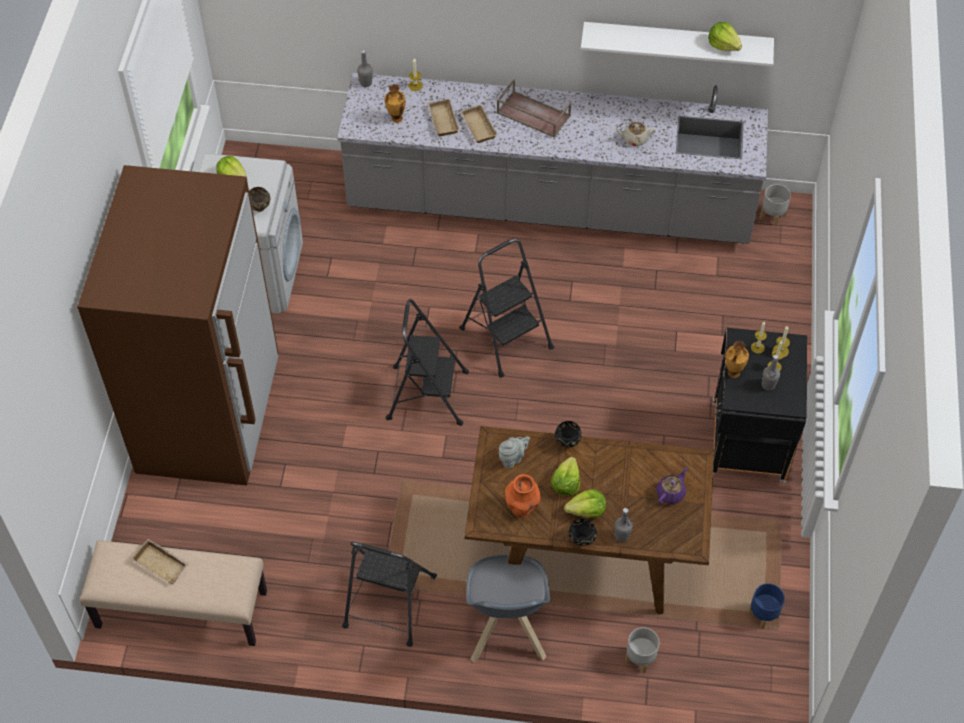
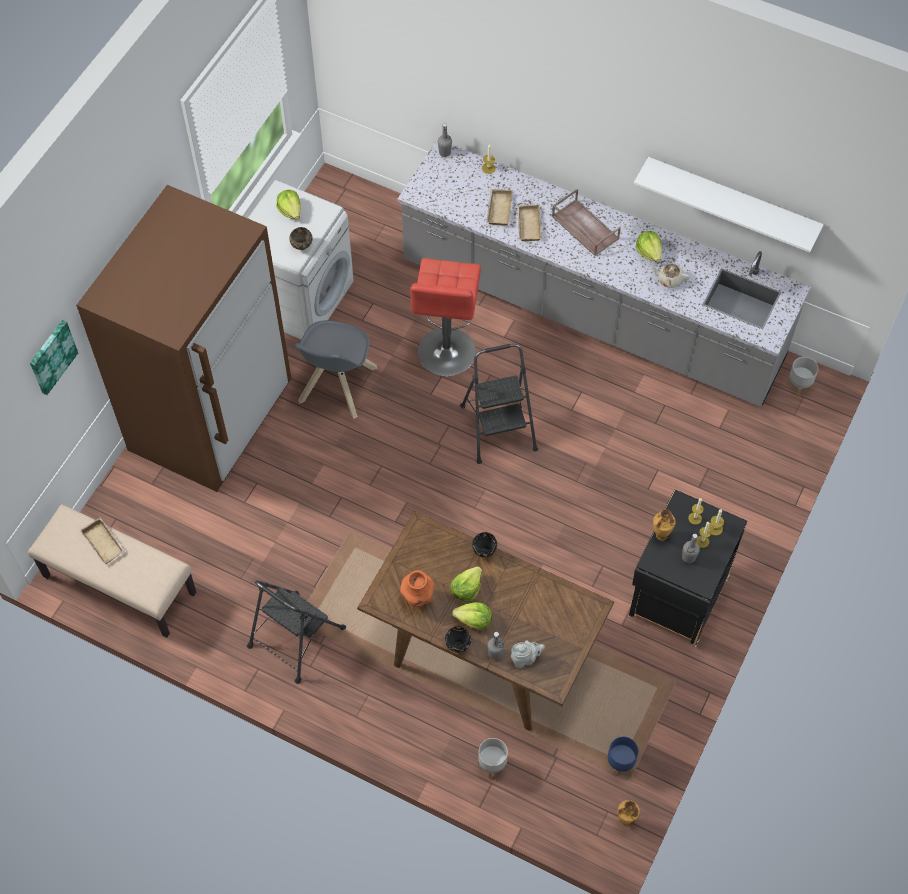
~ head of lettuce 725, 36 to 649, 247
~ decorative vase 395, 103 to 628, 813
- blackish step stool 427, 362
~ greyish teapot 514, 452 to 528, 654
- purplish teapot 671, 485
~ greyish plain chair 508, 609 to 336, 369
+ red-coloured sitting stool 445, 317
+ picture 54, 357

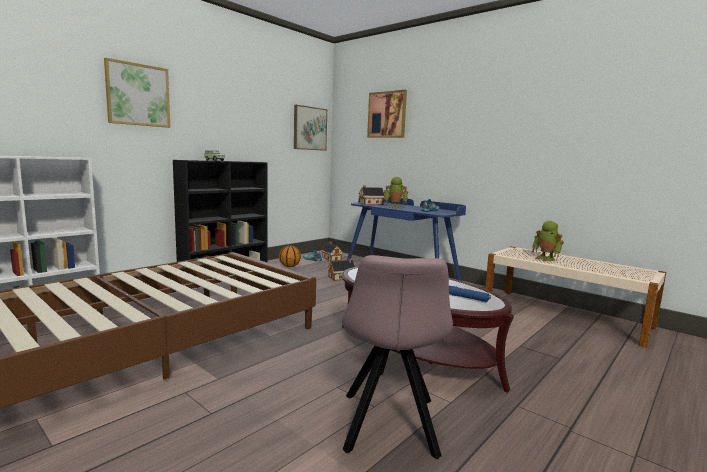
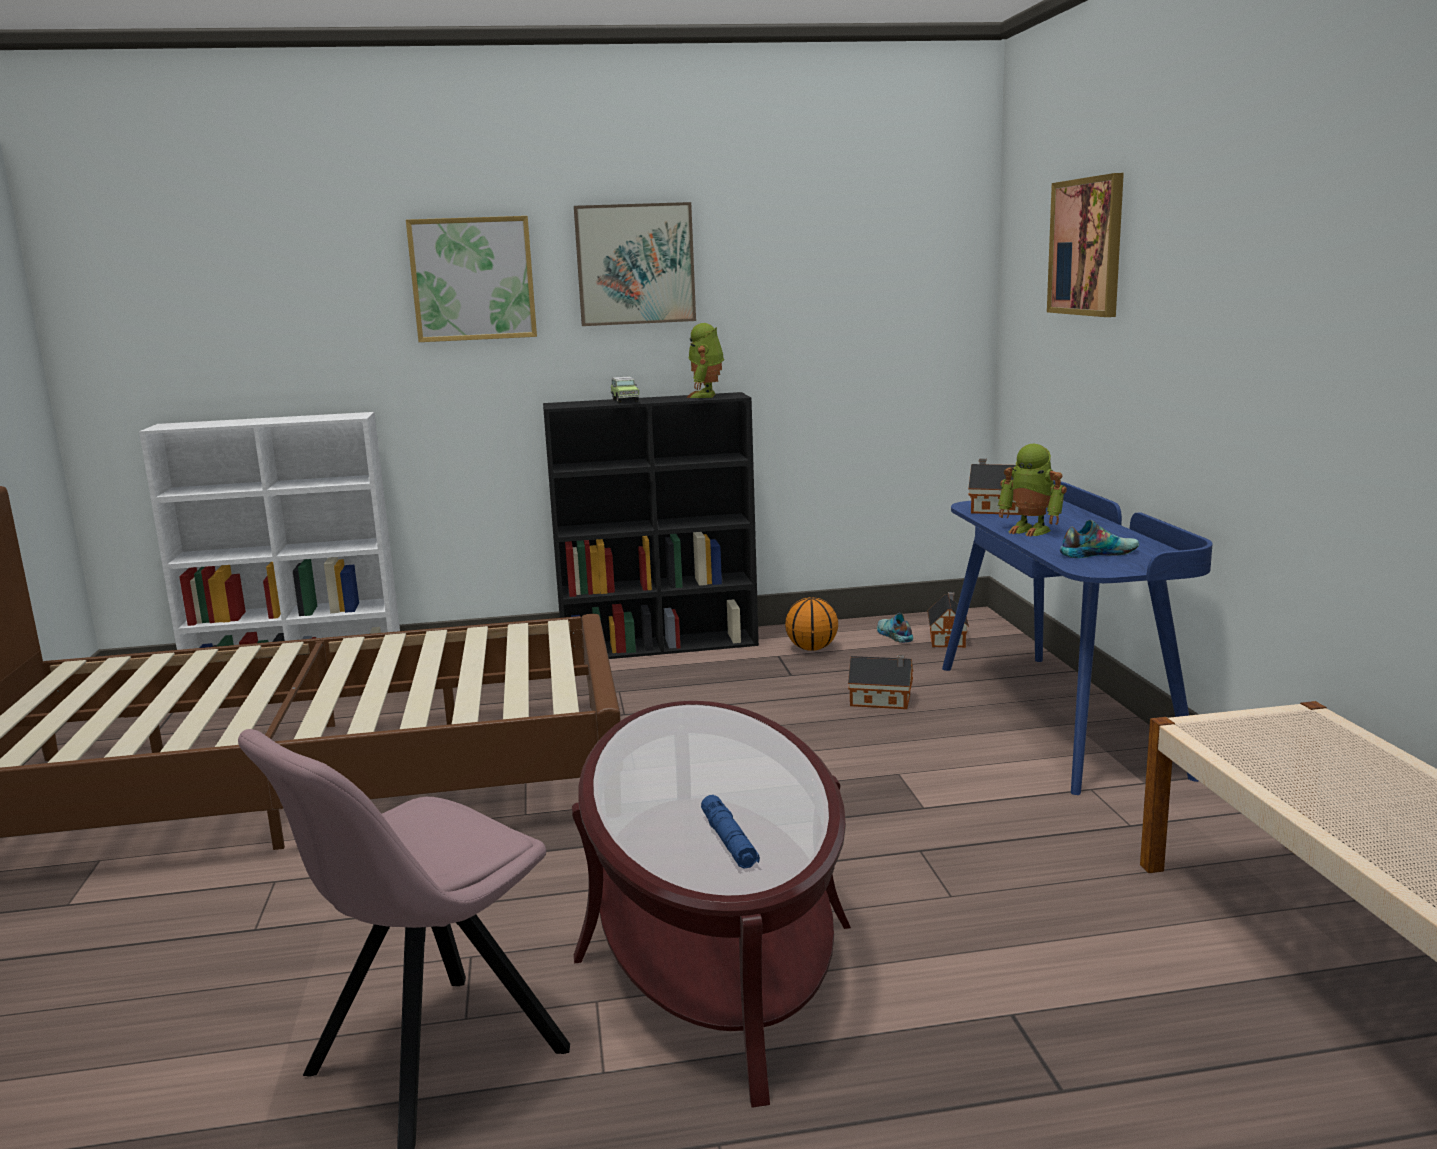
~ picture 310, 128 to 635, 264
~ model robot 548, 241 to 705, 360

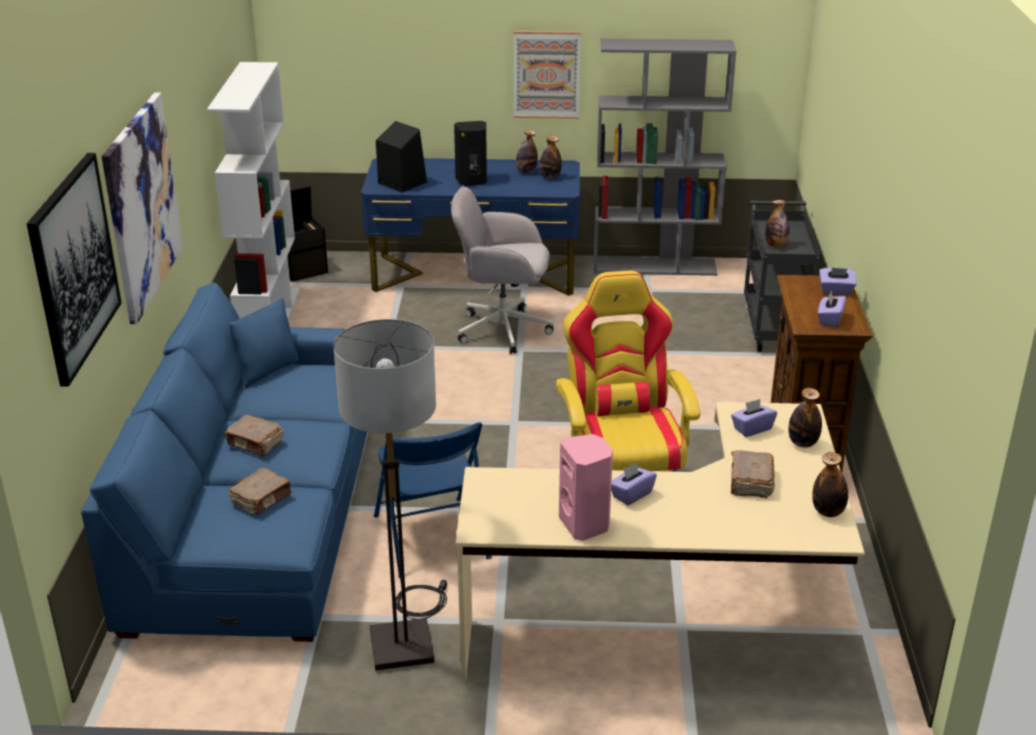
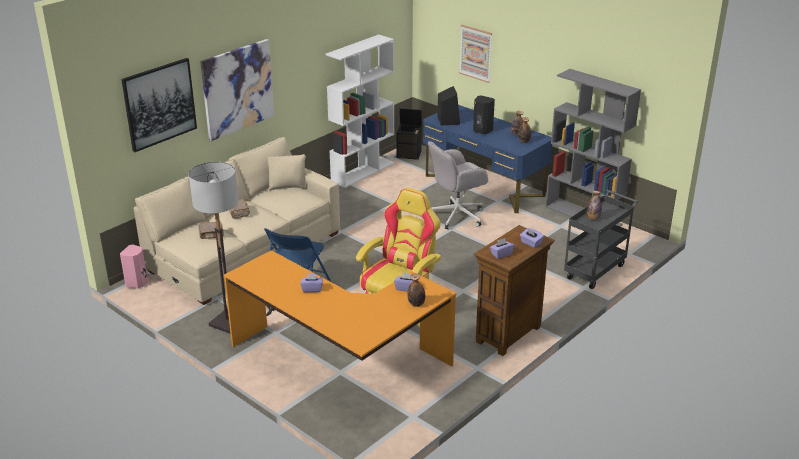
~ picture 547, 75 to 475, 54
~ greyish desk chair 502, 270 = 458, 185 75 degrees counterclockwise
~ blue-coloured sofa 224, 462 to sand-coloured sofa 237, 221
~ sand-coloured desk table 660, 542 to orange desk table 340, 308
~ pink audio speaker 586, 487 to 134, 266
- brownish bound book 753, 474
- drink bottle 830, 484

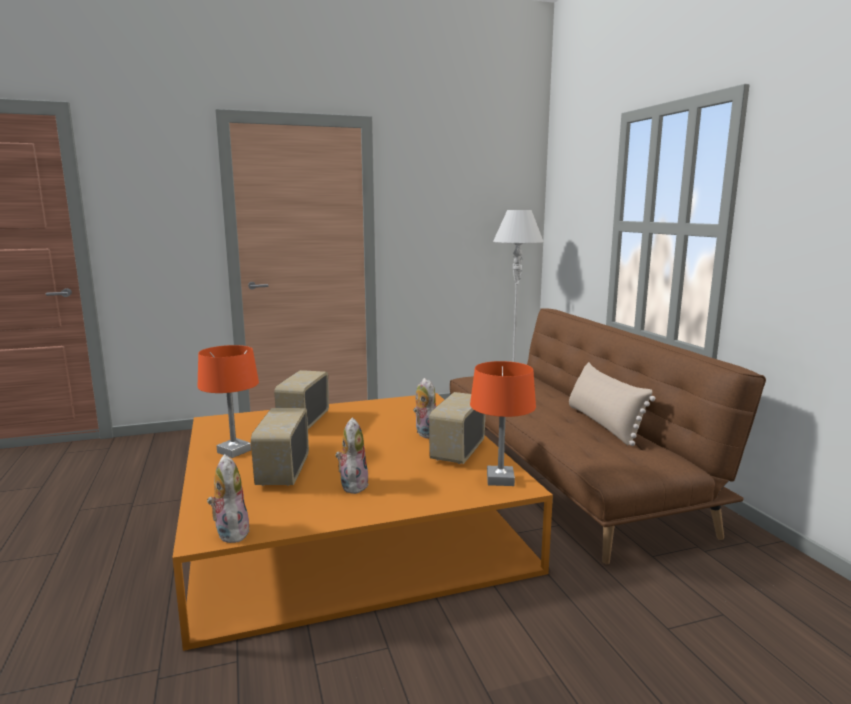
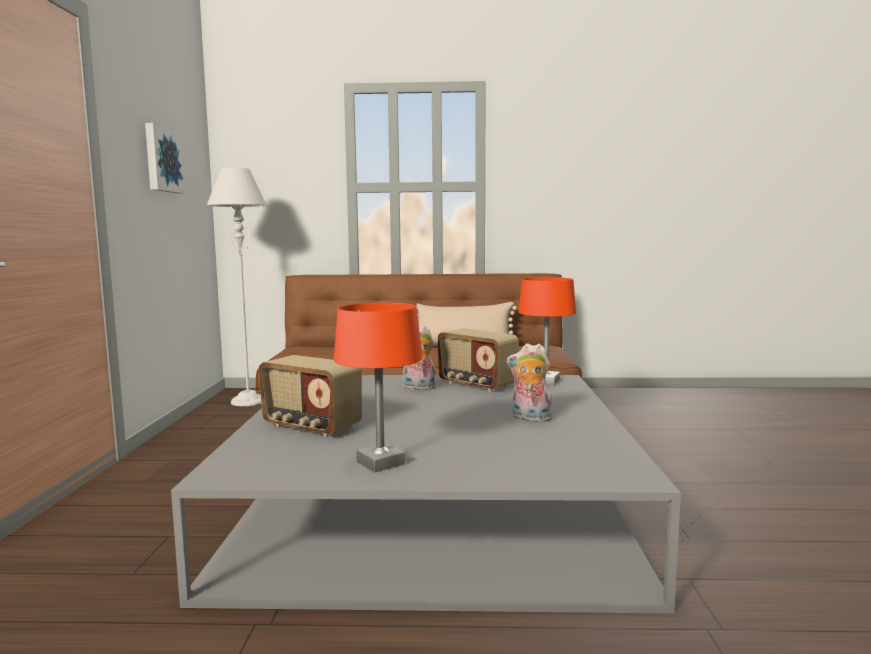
~ orange coffee table 362, 522 to greyish coffee table 426, 494
- radio set 280, 447
- cuddly toy 228, 498
+ picture 165, 158

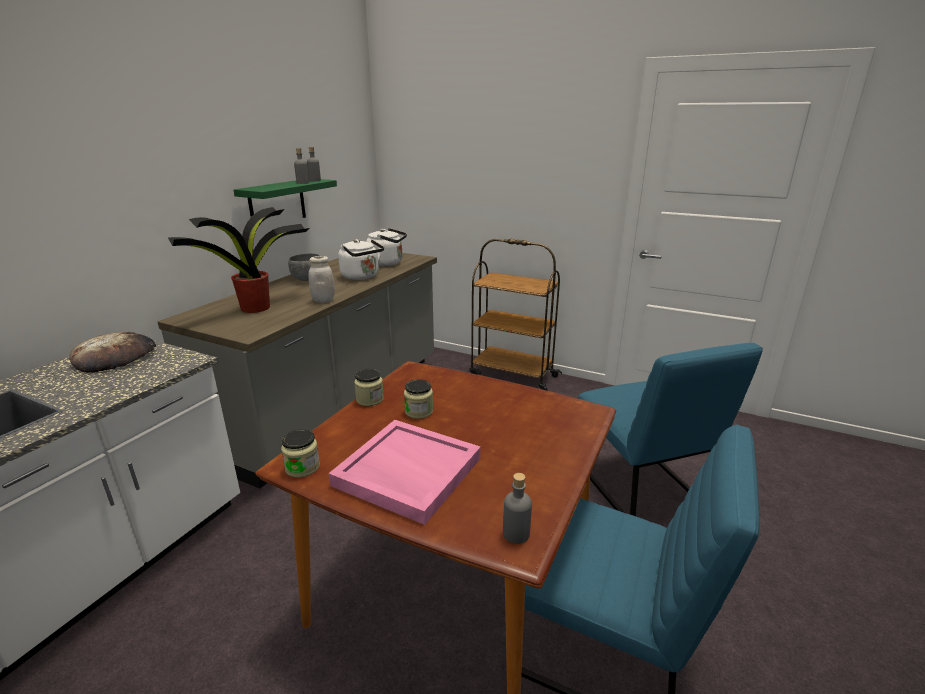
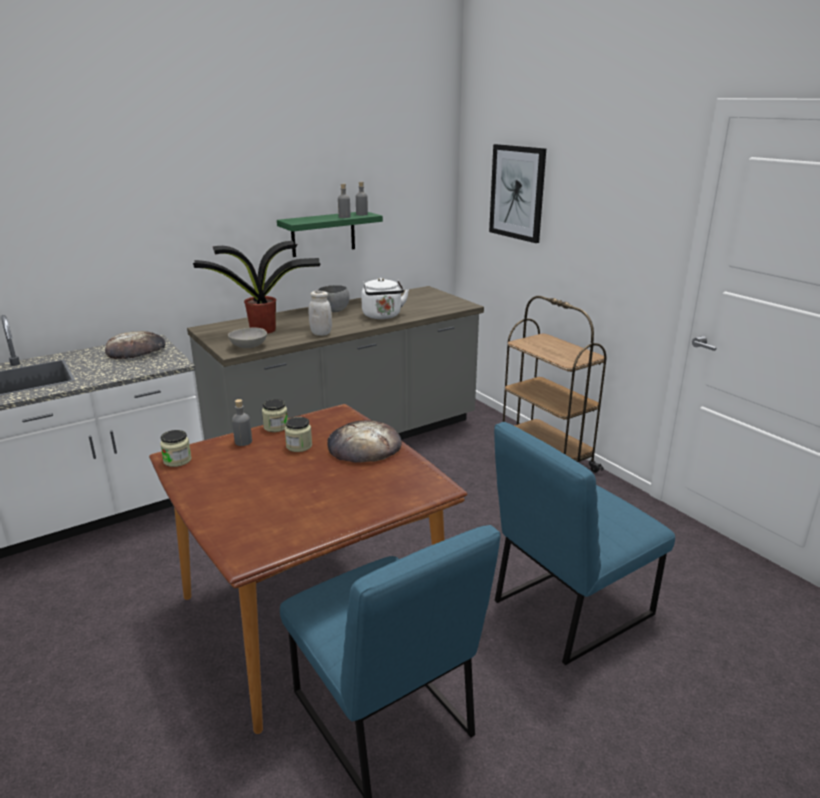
- white-coloured water kettle 386, 247
~ blue-coloured plain chair 670, 429 = 584, 543 45 degrees clockwise
- pink serving tray 405, 472
~ greyish drink bottle 517, 508 to 242, 422
+ picture 517, 193
+ greyish deep dish 247, 338
+ bread 364, 441

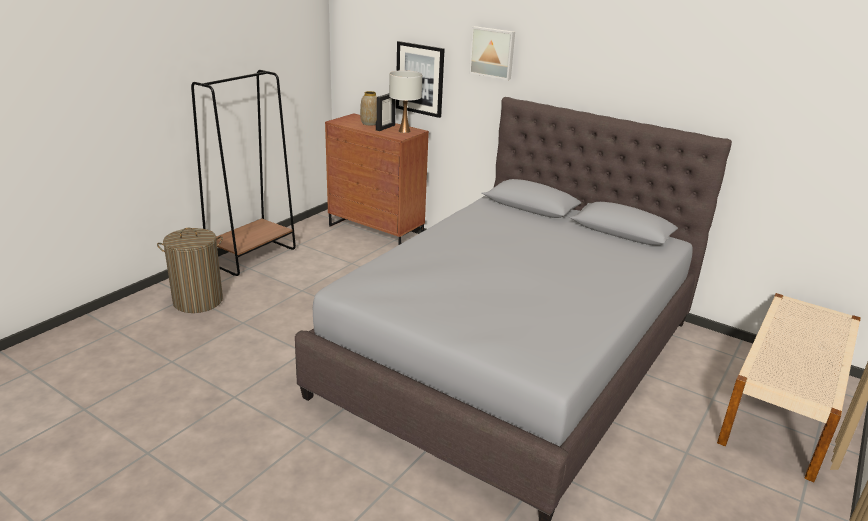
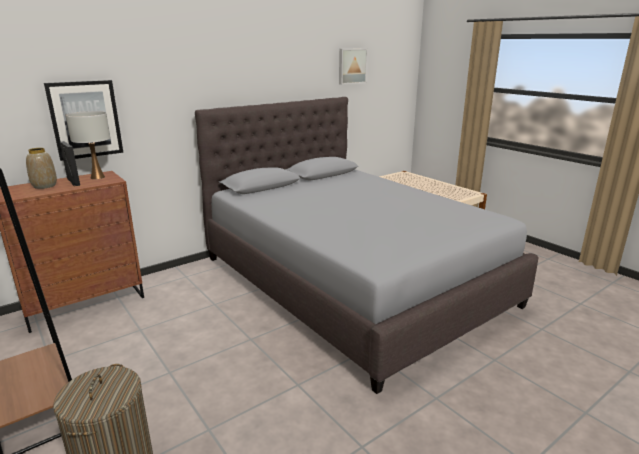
~ picture 492, 53 to 353, 66

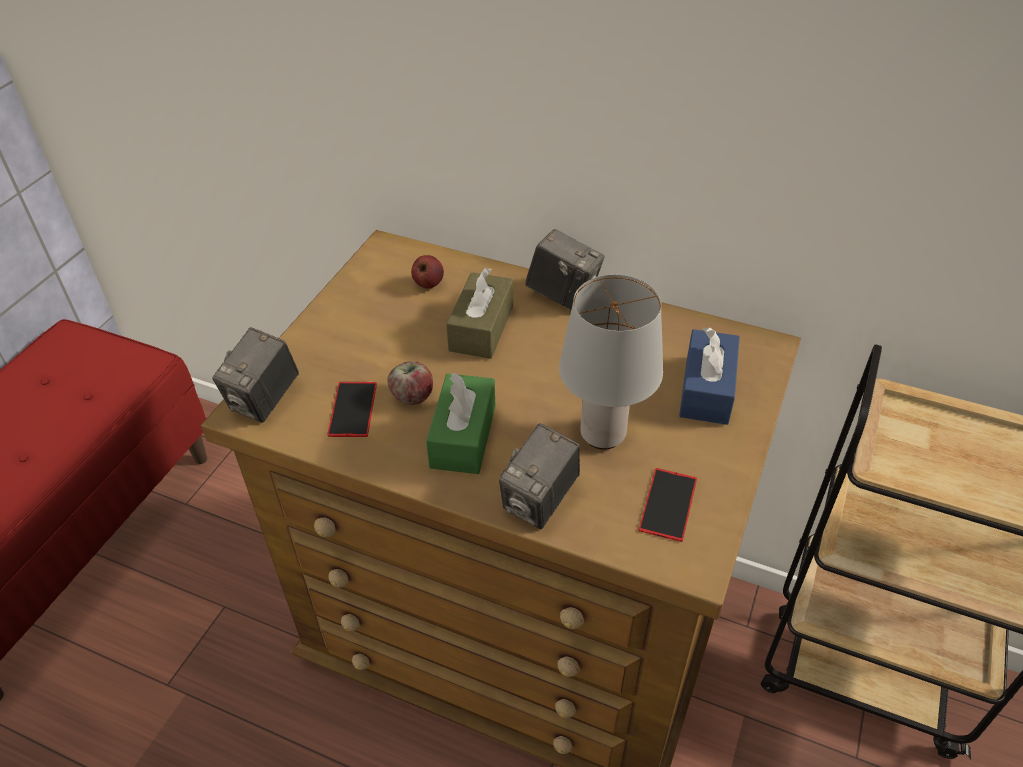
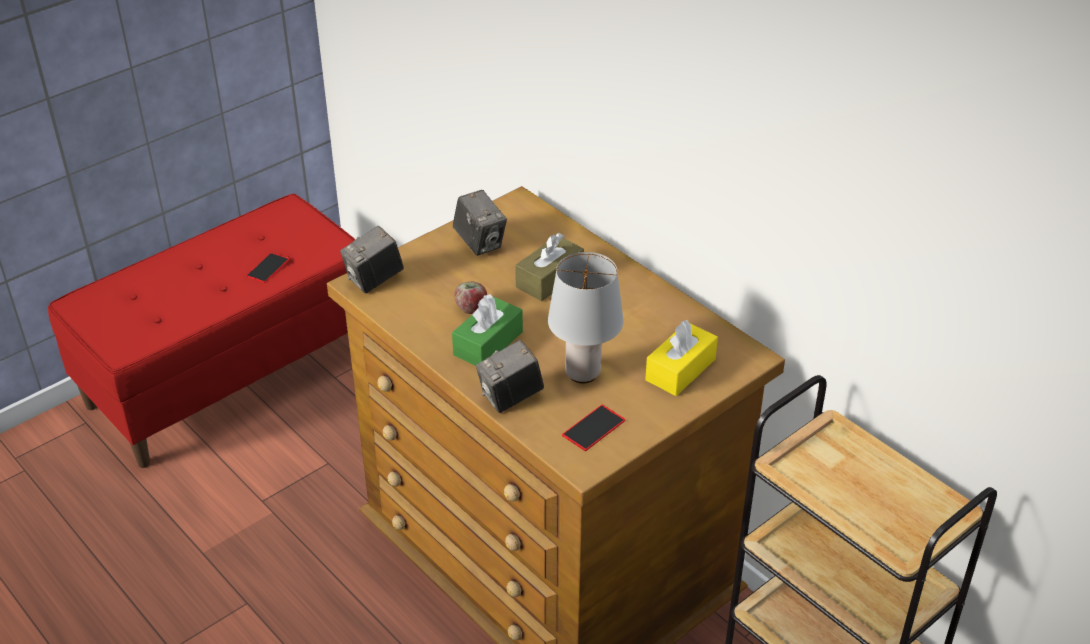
~ photo camera 565, 269 to 480, 223
- whole apple 427, 272
~ blue-coloured box of tissues 709, 376 to yellow box of tissues 681, 358
~ handset 352, 409 to 268, 267

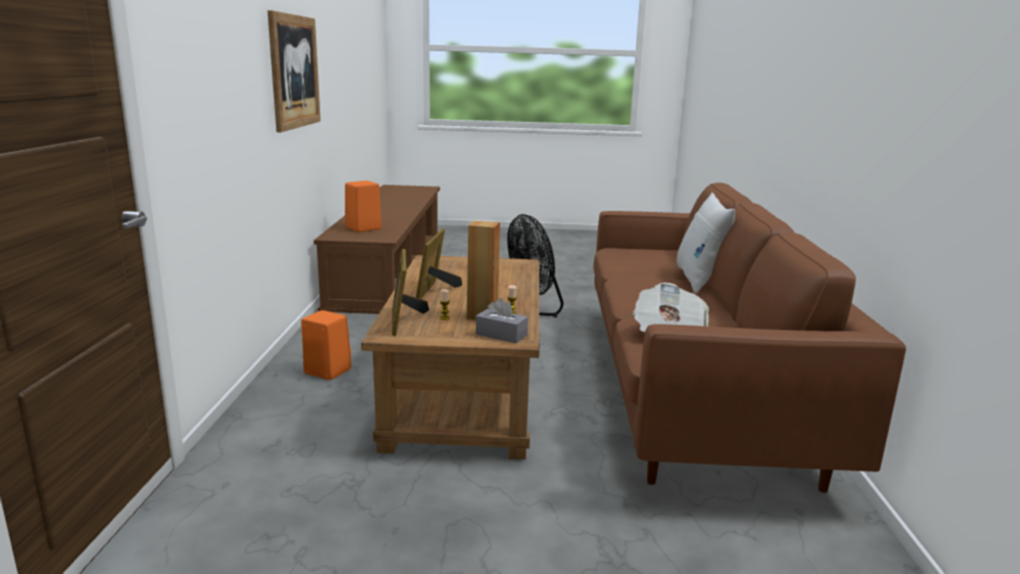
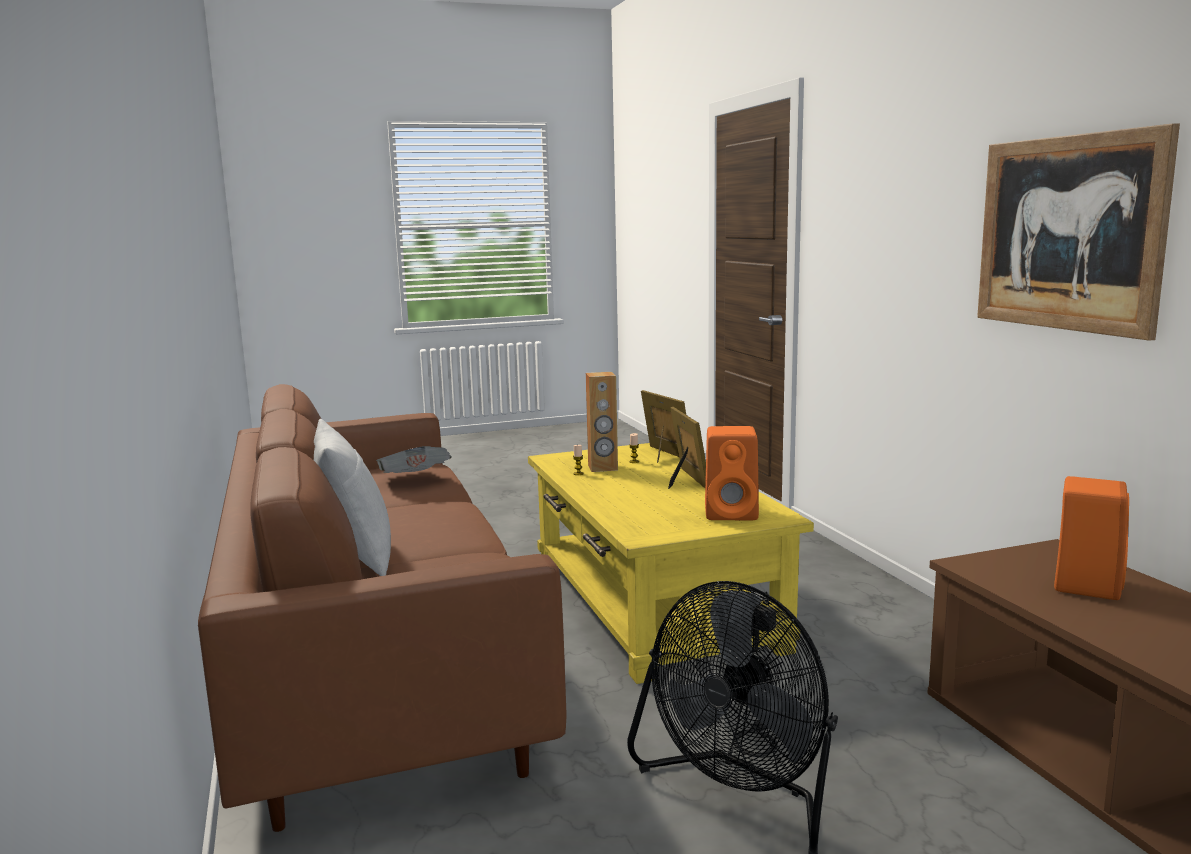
~ brownish coffee table 450, 357 to yellow coffee table 671, 563
- greyish box of tissues 502, 320
~ orange audio speaker 326, 345 to 732, 473

